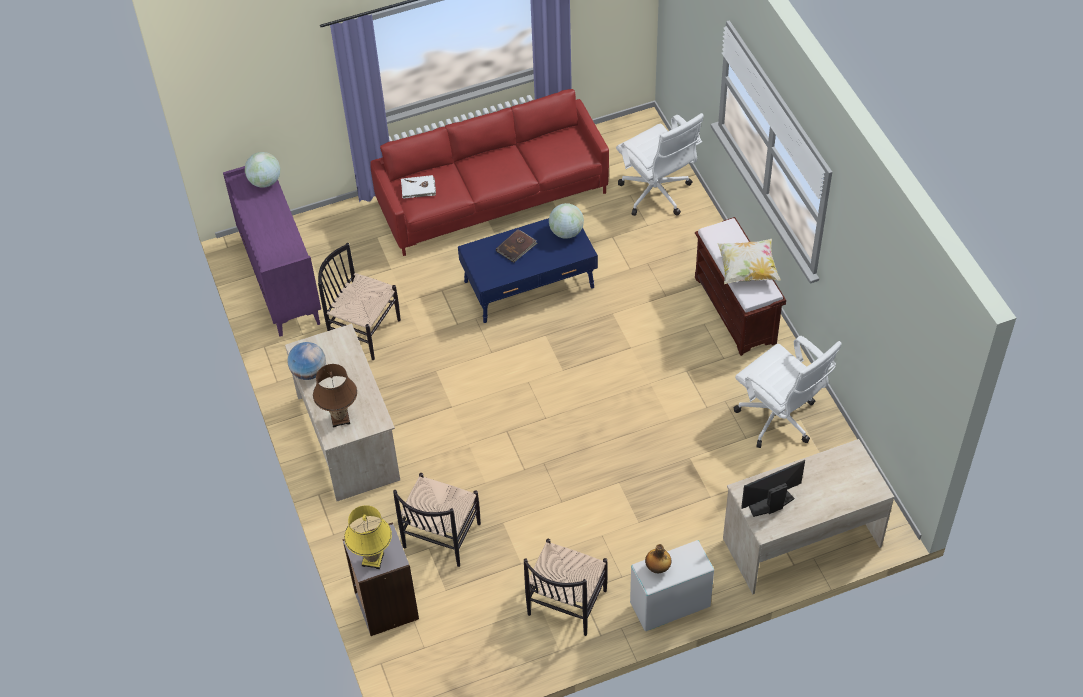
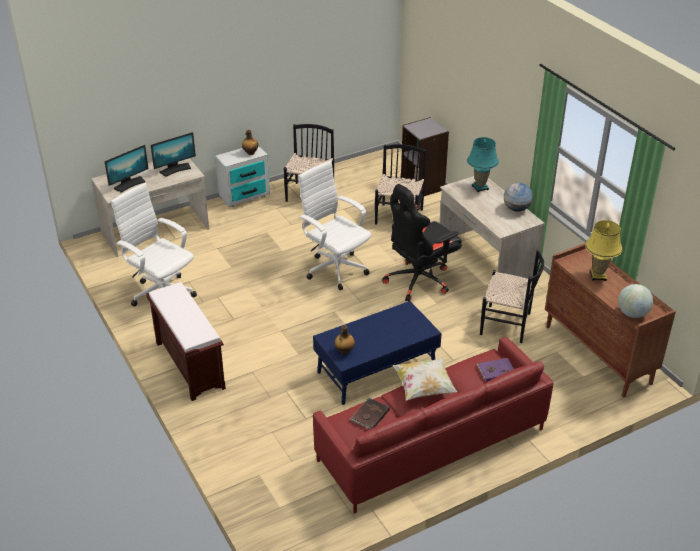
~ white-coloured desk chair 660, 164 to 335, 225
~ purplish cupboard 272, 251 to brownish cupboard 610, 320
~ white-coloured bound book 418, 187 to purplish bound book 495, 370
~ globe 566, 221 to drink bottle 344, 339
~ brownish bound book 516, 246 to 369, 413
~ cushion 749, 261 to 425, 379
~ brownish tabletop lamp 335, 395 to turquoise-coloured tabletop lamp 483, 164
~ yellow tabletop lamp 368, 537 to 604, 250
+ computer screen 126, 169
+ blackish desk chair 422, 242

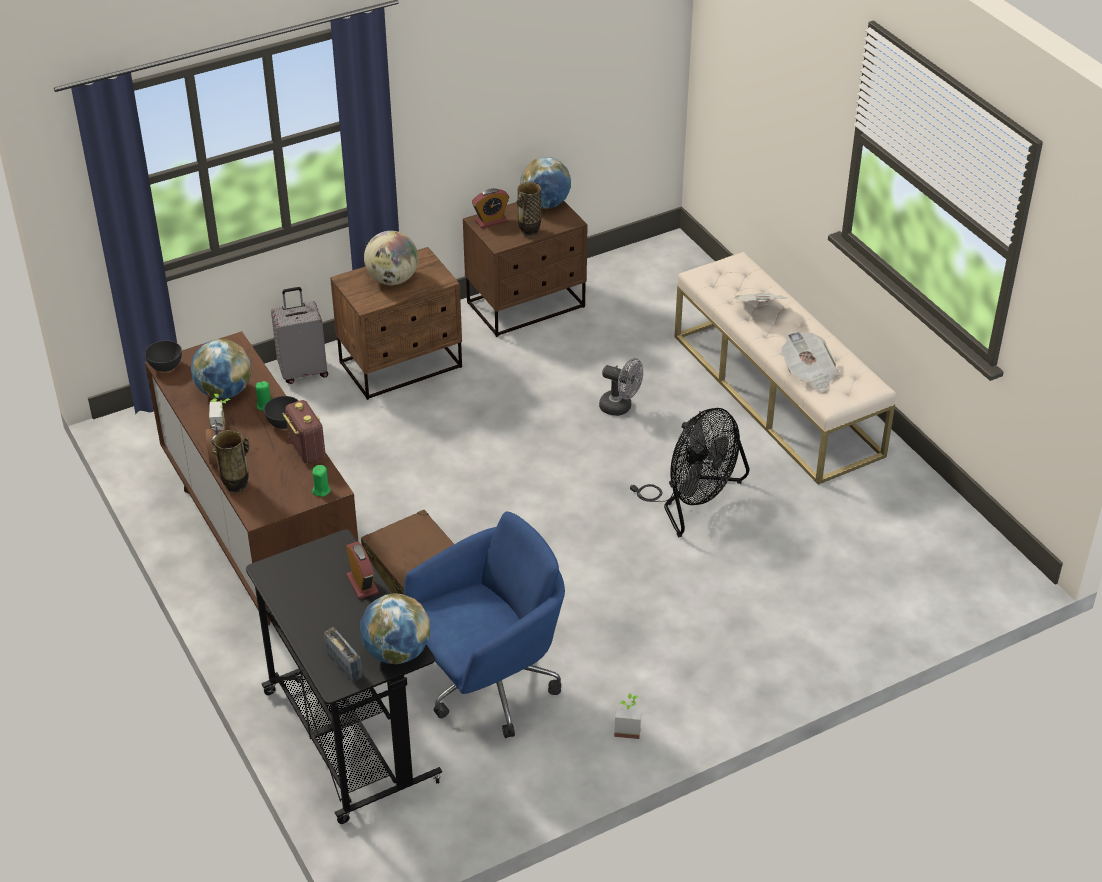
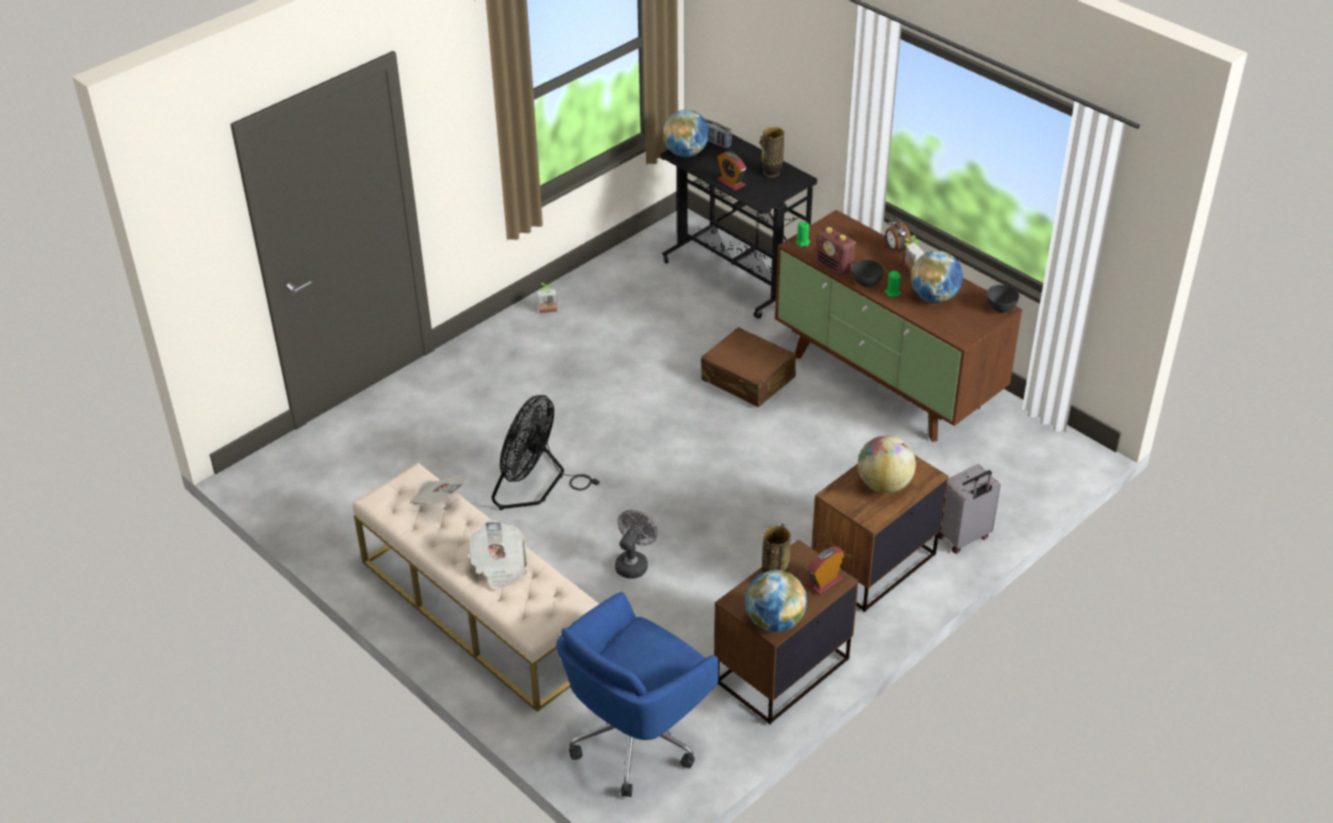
~ greyish cooling fan 621, 387 = 636, 544 105 degrees clockwise
~ decorative vase 230, 461 to 771, 152
~ blue-coloured desk chair 484, 625 to 637, 694

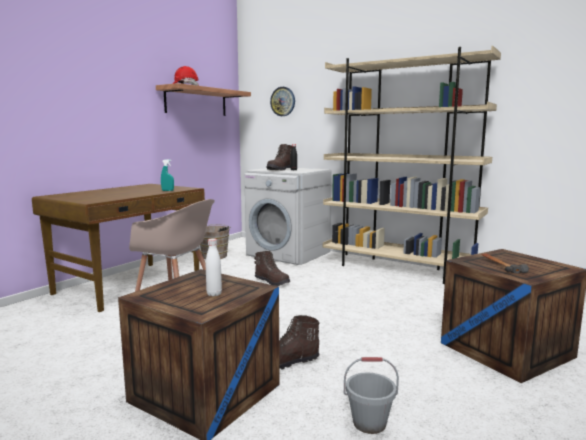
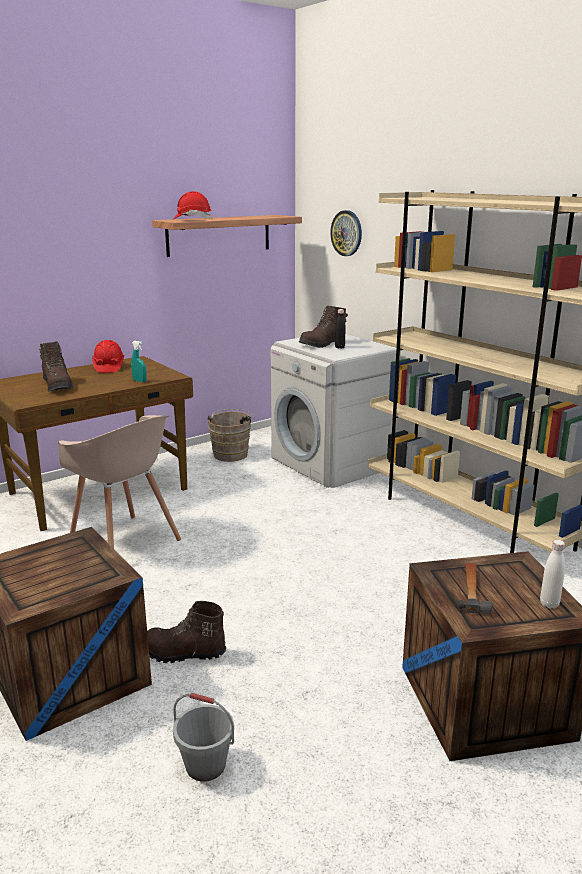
~ white-coloured drink bottle 214, 267 to 552, 574
~ brownish high-top boot 272, 268 to 56, 367
+ red-coloured safety helmet 108, 356

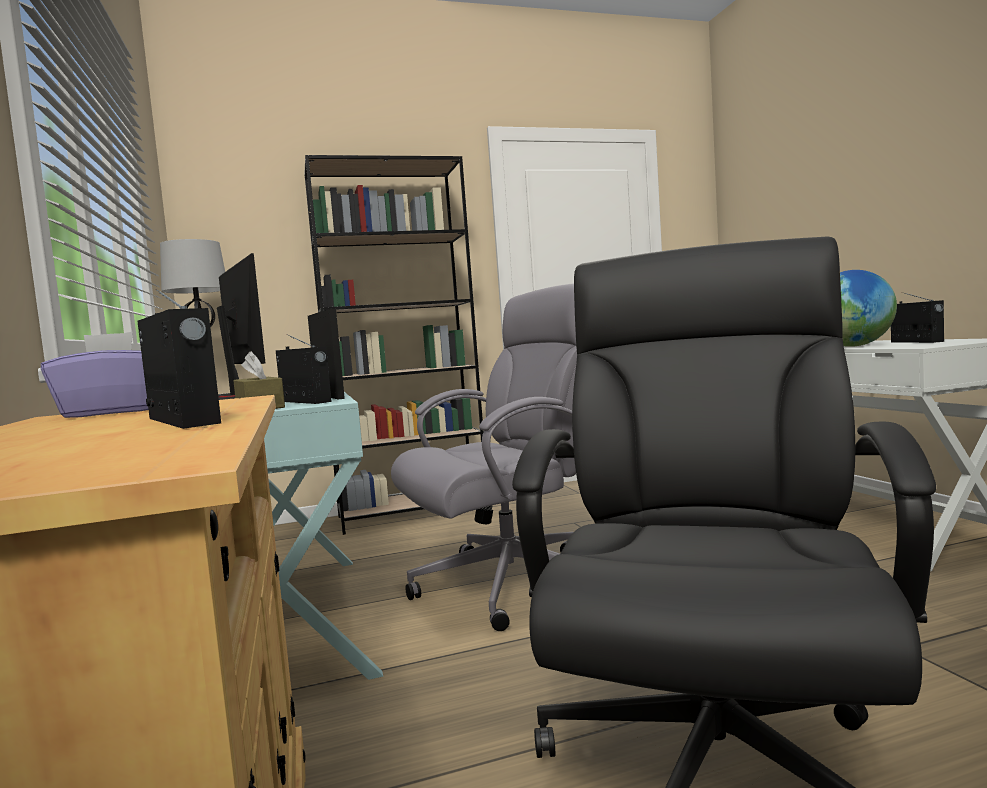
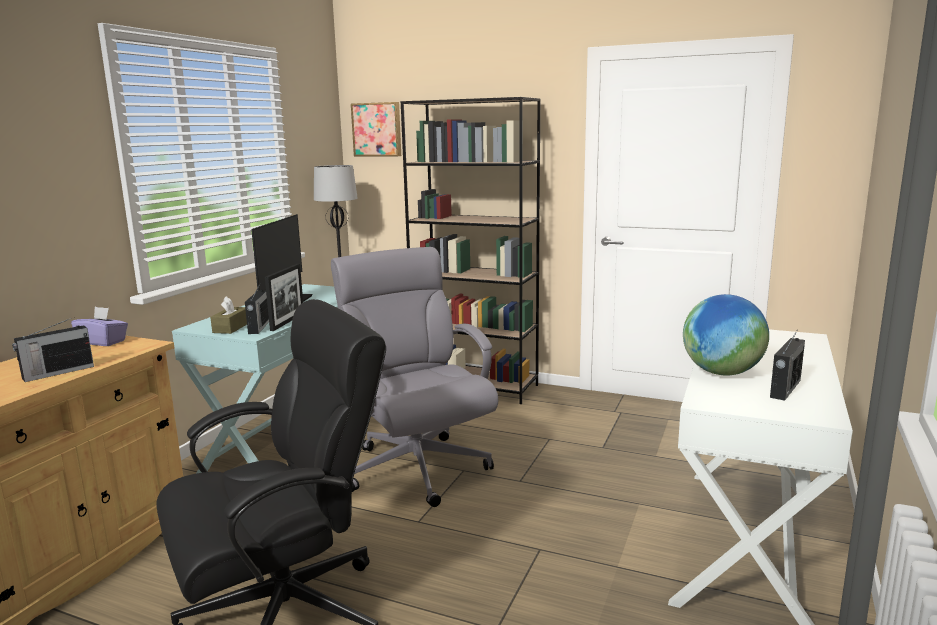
~ greyish desk chair 484, 457 = 414, 377 135 degrees counterclockwise
~ radio set 179, 359 = 53, 350 45 degrees clockwise
+ picture 376, 129

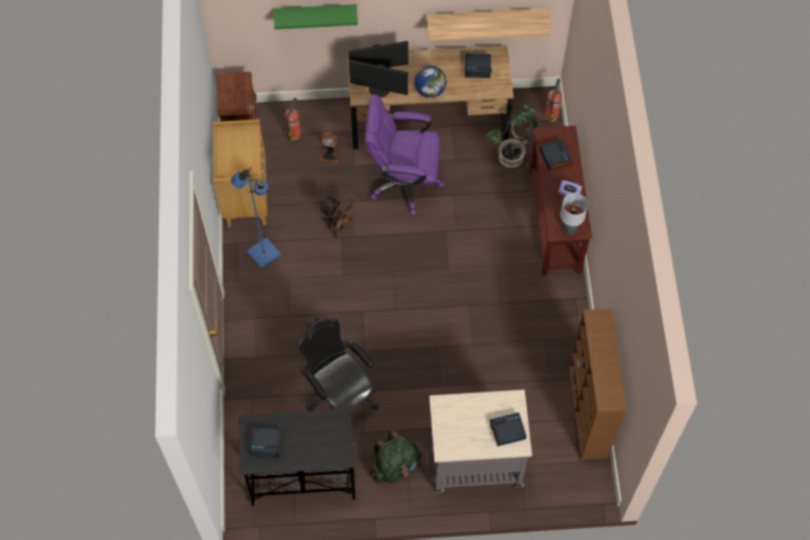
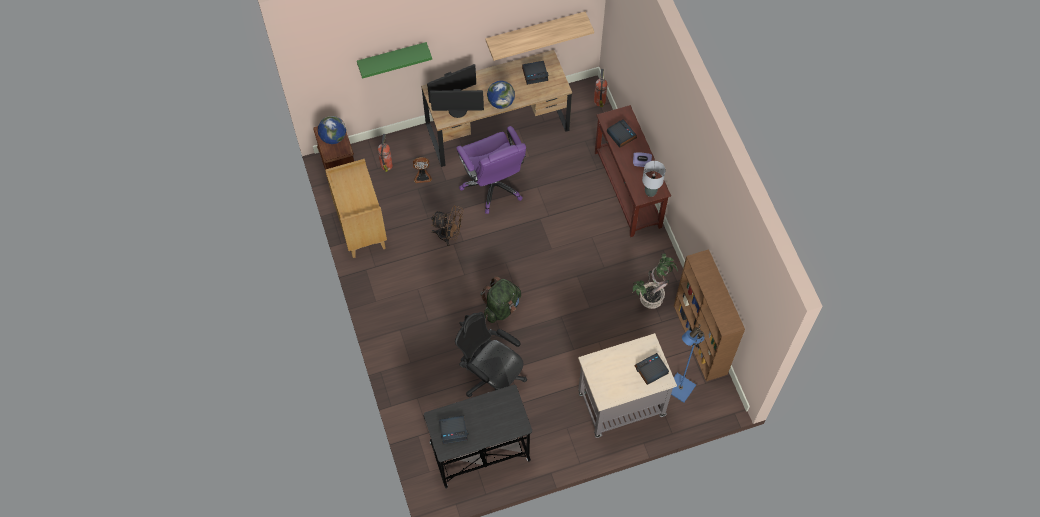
~ purplish desk chair 404, 155 = 491, 170 105 degrees counterclockwise
~ houseplant 513, 136 to 655, 281
~ blue-coloured standing lamp 256, 218 to 688, 364
~ green backpack 396, 457 to 500, 299
+ globe 332, 130

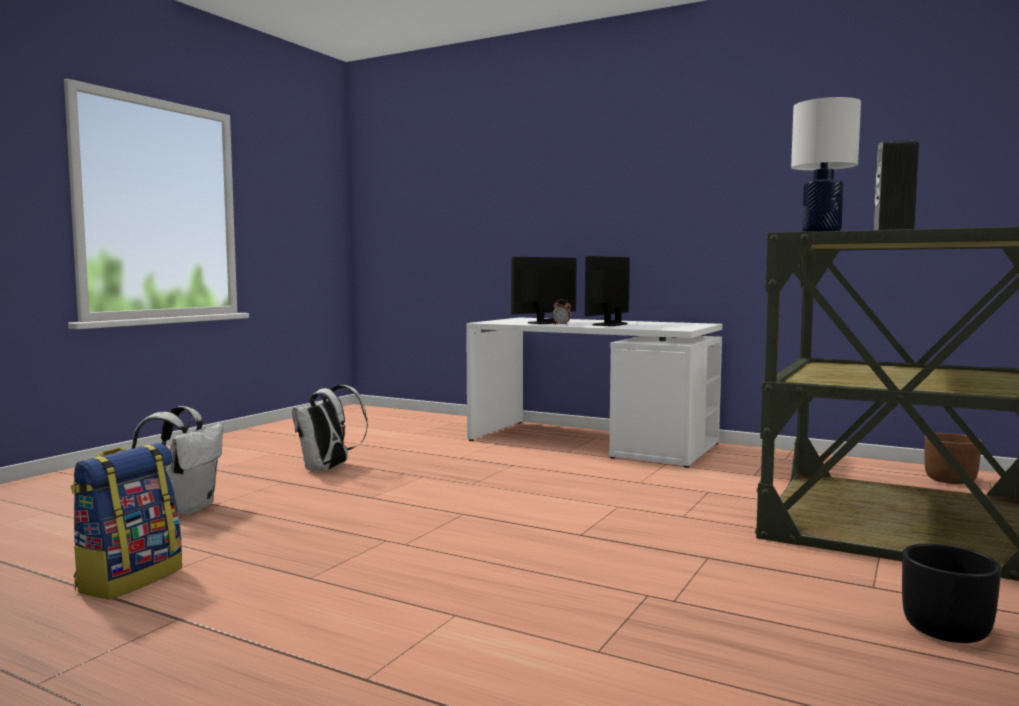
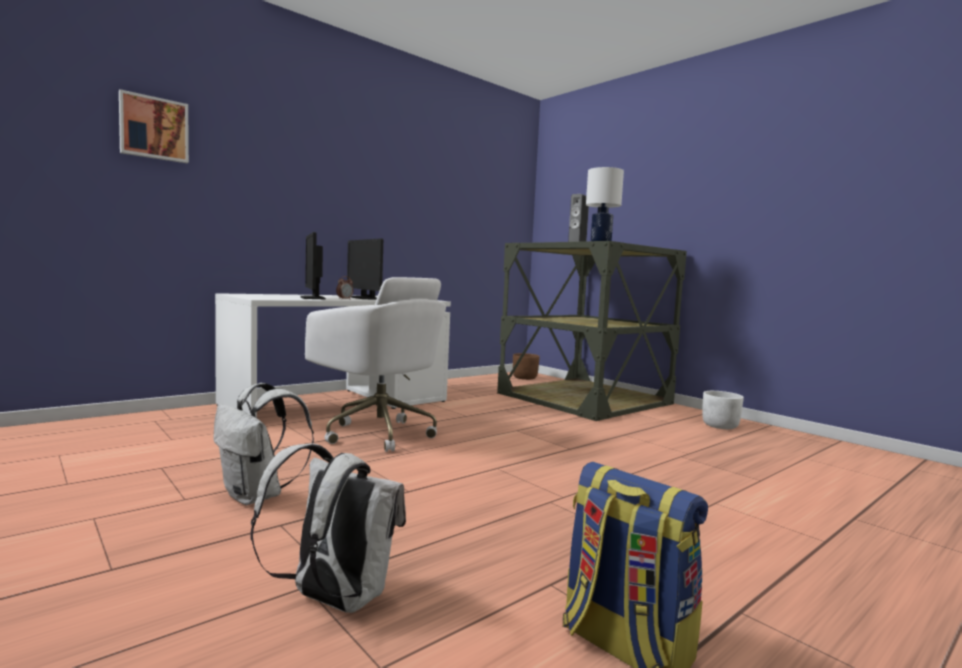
~ blackish plant pot 952, 593 to white-coloured plant pot 723, 410
+ picture 154, 126
+ white-coloured desk chair 375, 364

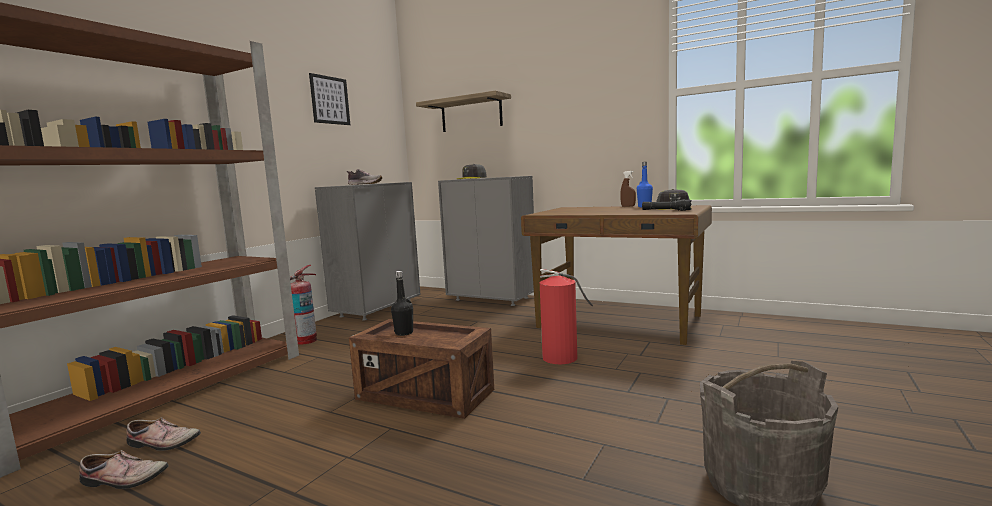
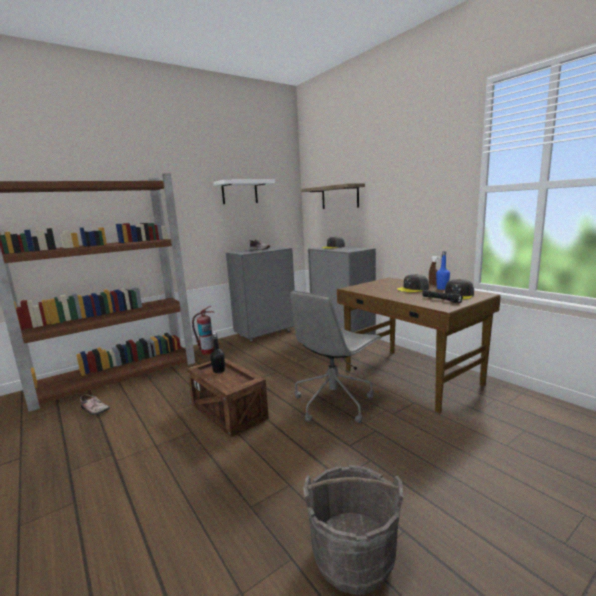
~ picture 329, 99 to white-coloured wall shelf 244, 192
~ extinguisher 566, 316 to greyish desk chair 336, 356
- shoe 124, 469
+ greyish baseball cap 413, 283

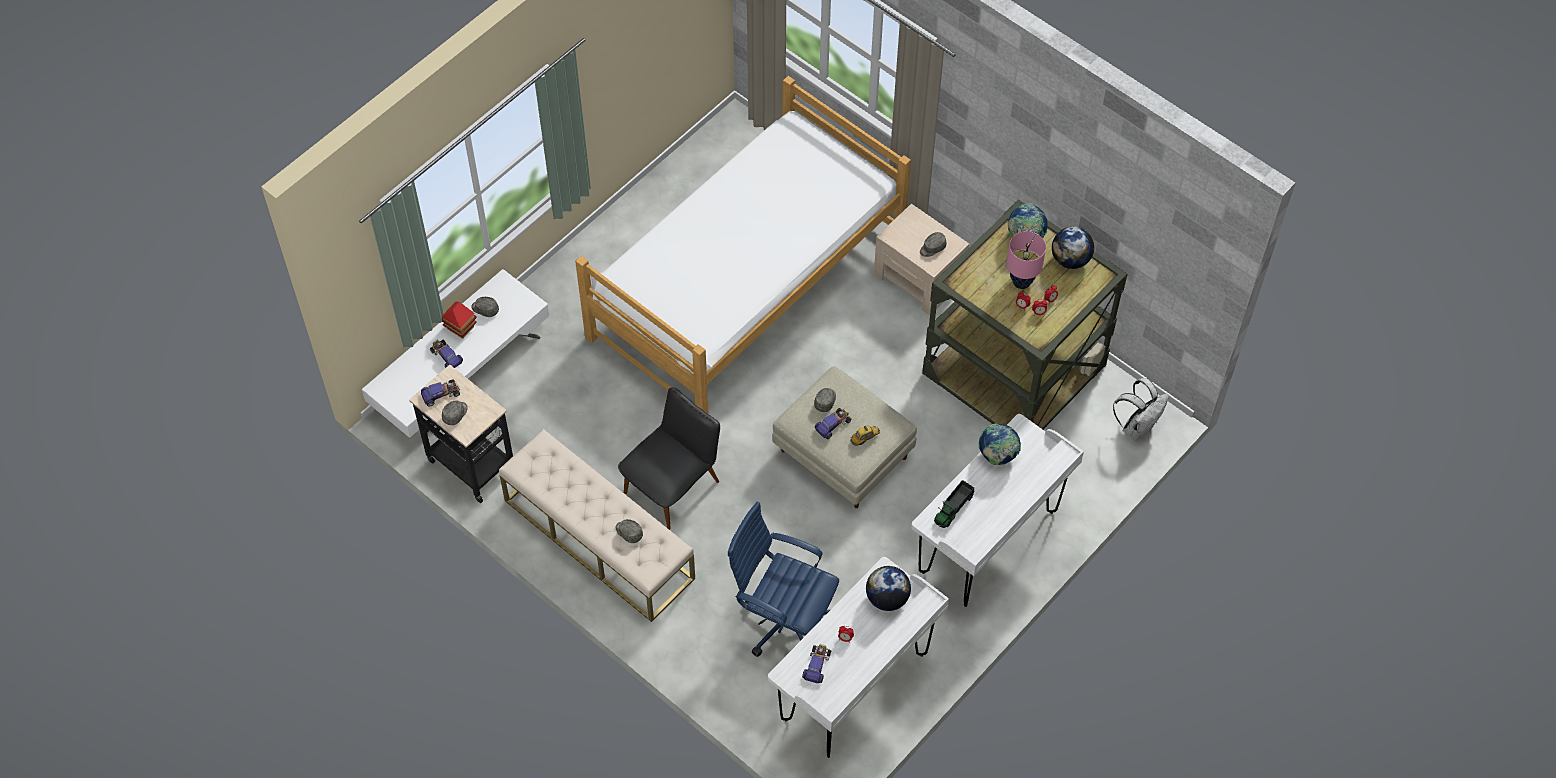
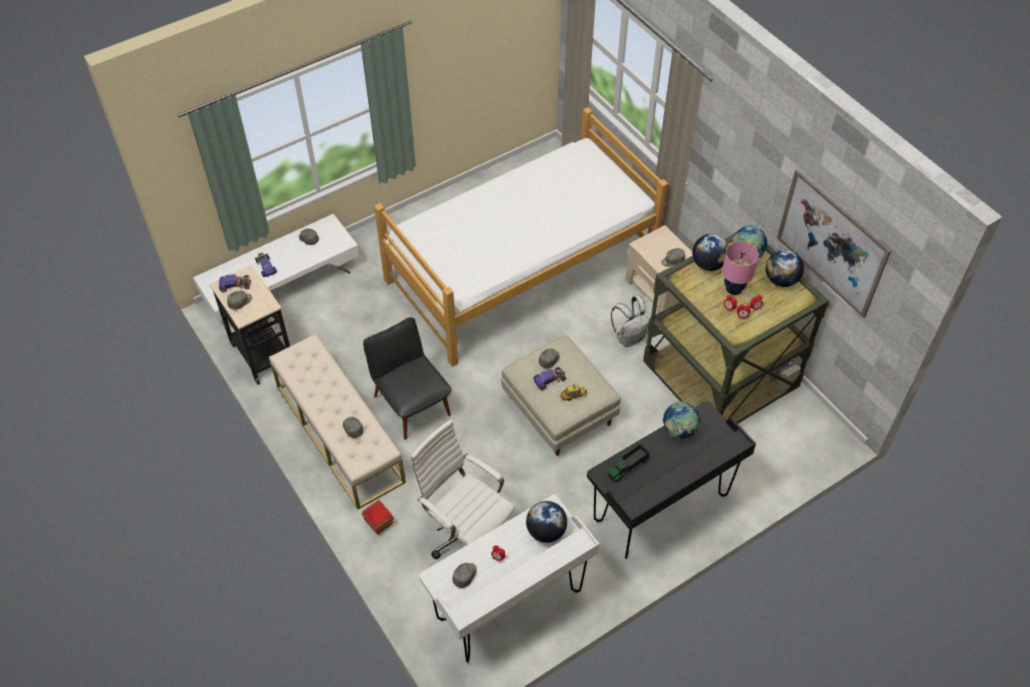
~ toy house 459, 320 to 378, 517
~ white-coloured backpack 1141, 409 to 631, 321
~ blackish plain chair 669, 458 = 407, 378 90 degrees counterclockwise
~ white-coloured desk table 997, 510 to blackish desk table 671, 480
~ blue-coloured desk chair 783, 579 to white-coloured desk chair 463, 489
~ toy car 816, 663 to greyish baseball cap 465, 575
+ picture 834, 244
+ globe 710, 252

